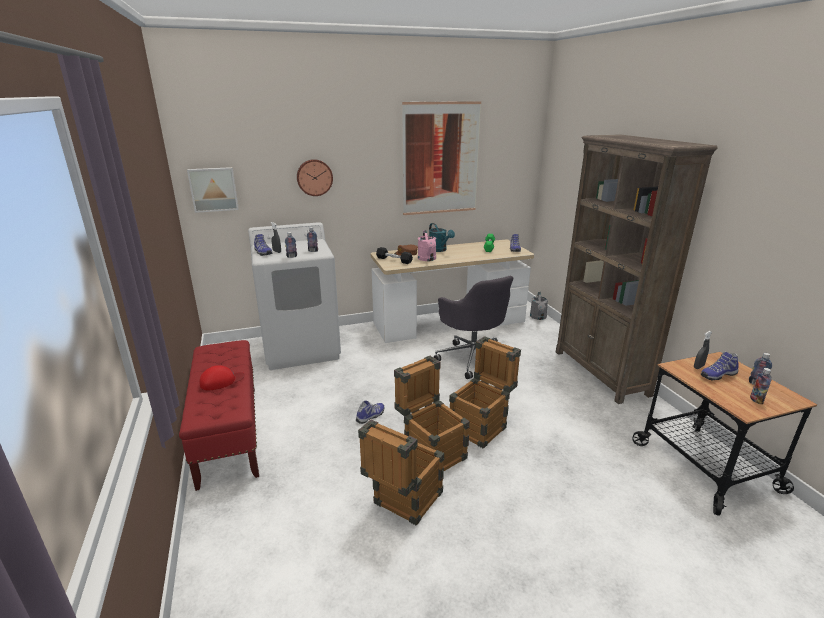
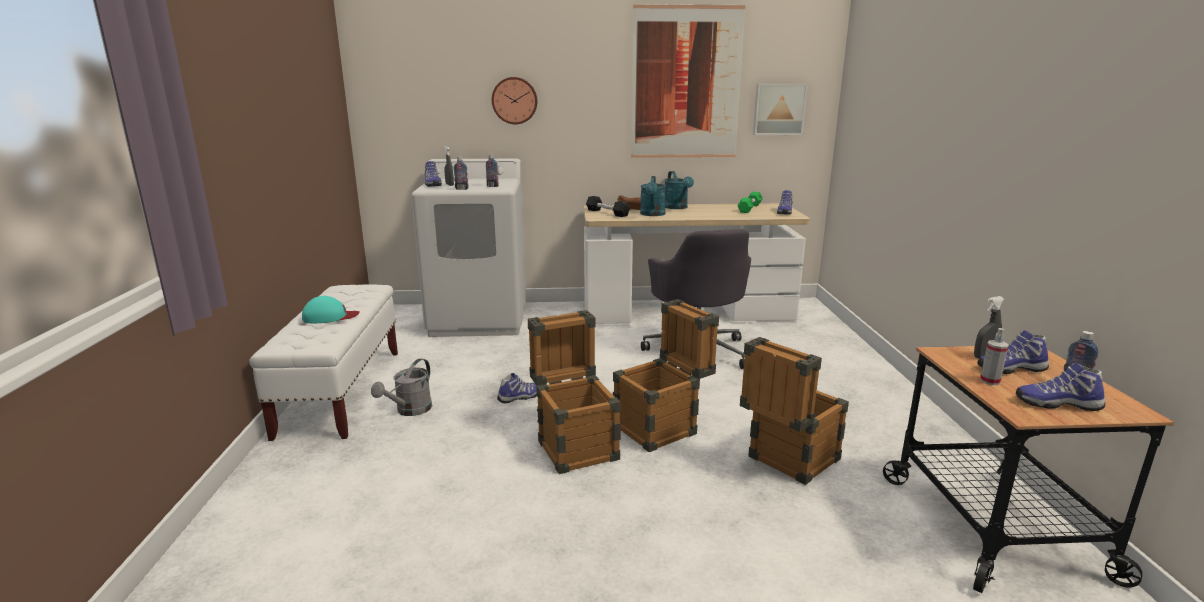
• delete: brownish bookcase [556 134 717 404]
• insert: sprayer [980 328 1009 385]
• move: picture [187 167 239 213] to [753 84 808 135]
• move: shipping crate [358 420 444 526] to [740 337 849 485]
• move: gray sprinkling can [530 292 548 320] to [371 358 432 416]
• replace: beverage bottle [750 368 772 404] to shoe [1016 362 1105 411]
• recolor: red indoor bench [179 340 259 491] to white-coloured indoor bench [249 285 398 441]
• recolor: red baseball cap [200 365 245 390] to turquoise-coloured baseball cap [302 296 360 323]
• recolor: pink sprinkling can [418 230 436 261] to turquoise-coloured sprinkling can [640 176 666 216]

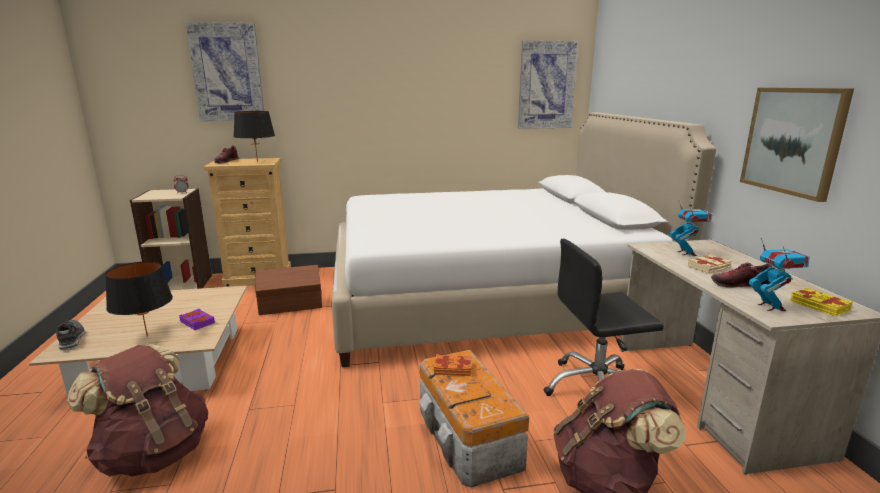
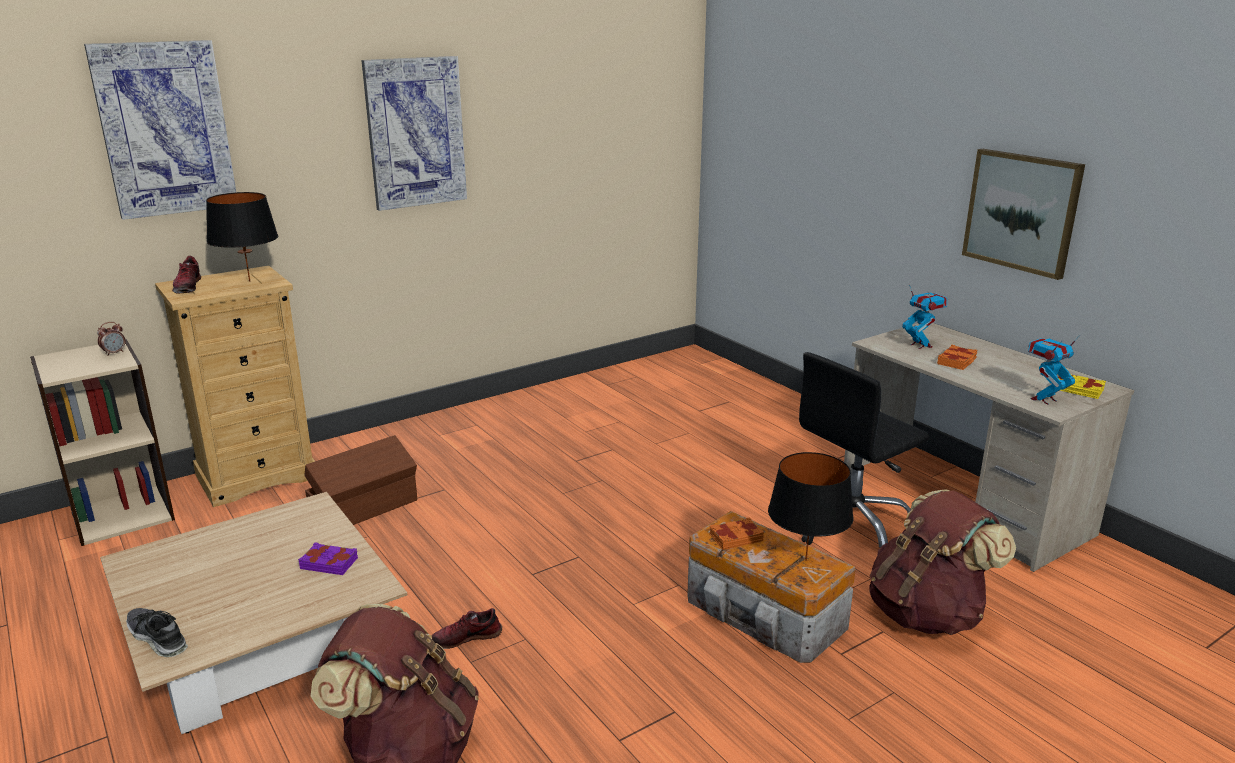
• delete: white-coloured bedroom bed [331 112 716 367]
• move: blackish tabletop lamp [105 261 173 337] to [768 452 854 561]
• move: picture [518 40 578 129] to [361 56 467 211]
• move: shoe [711 263 772 288] to [432 608 502 649]
• recolor: beige-coloured book [688 254 732 274] to orange-coloured book [937 345 977 370]
• rotate: robot figure [749 238 810 311] = [1028 335 1080 405] 90 degrees counterclockwise

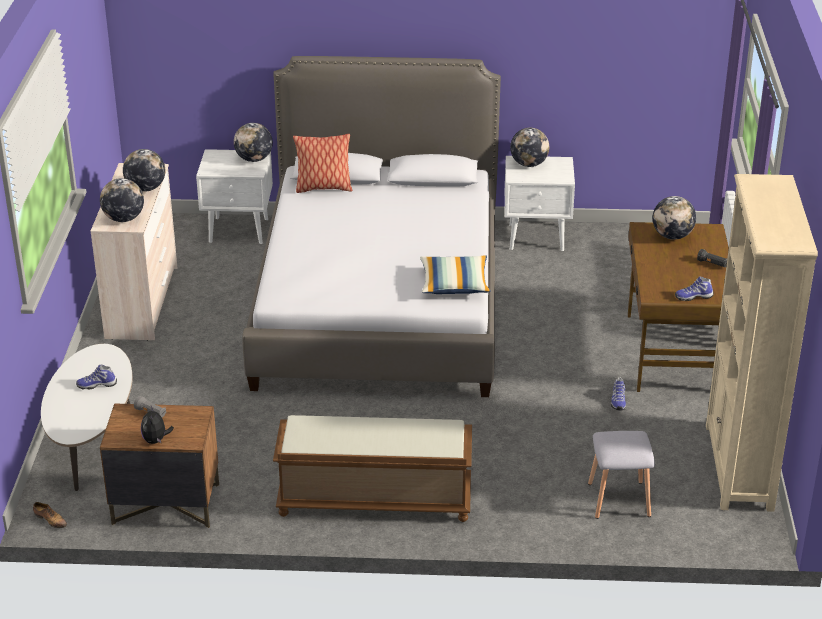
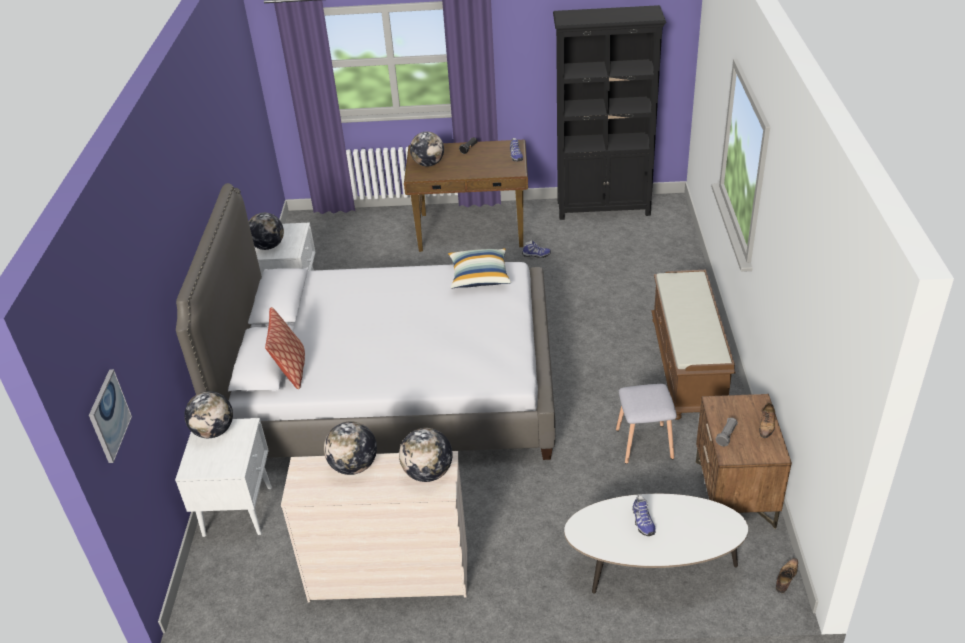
• insert: picture [89 369 132 463]
• move: gray stool seat [588 431 655 519] to [616 384 677 464]
• replace: cuddly toy [141 406 174 444] to shoe [759 403 775 438]
• recolor: beige-coloured bookcase [706 174 818 512] to blackish bookcase [553 5 666 220]

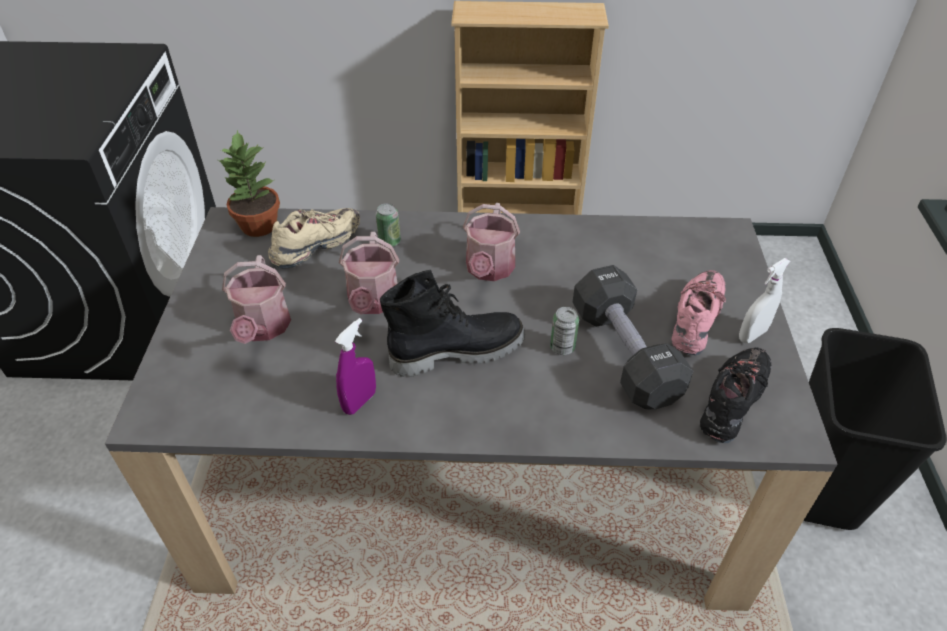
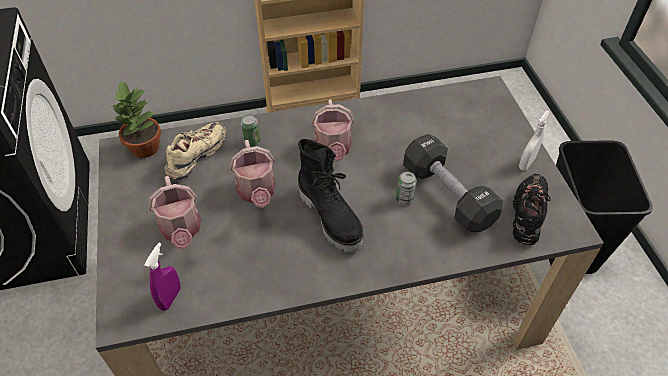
• delete: pink shoe [671 270 726 355]
• move: purple-coloured sprayer [335 318 376 415] to [144 243 181 311]
• rotate: blackish high-top boot [380 270 525 377] = [298 139 364 253] 90 degrees clockwise

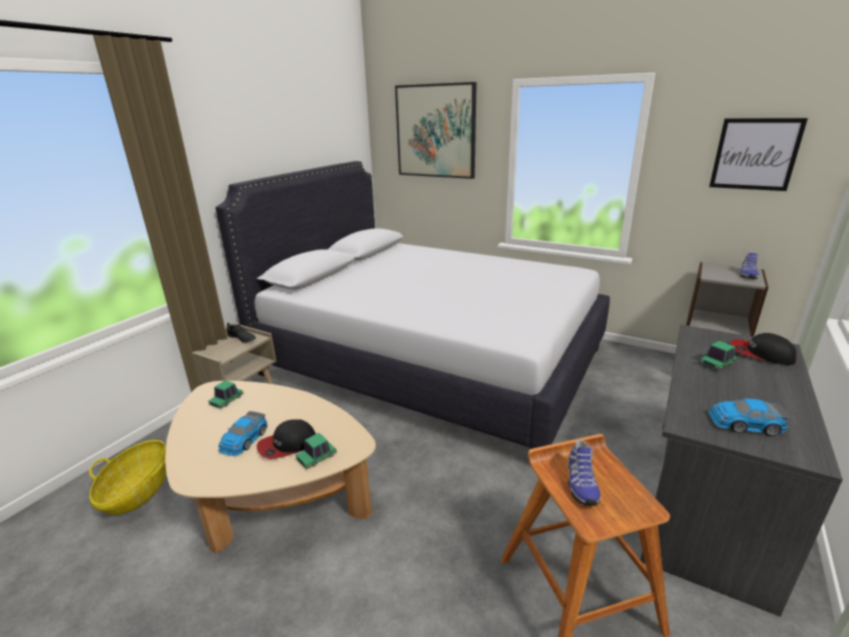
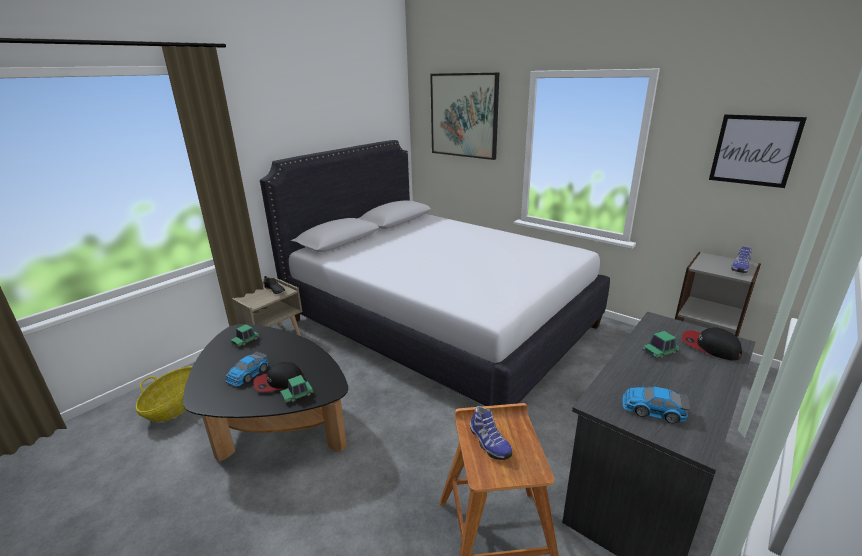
• recolor: beige-coloured lounge table [165 381 376 553] to blackish lounge table [183 324 348 462]
• rotate: shoe [568 439 600 506] = [470 406 512 460] 45 degrees counterclockwise

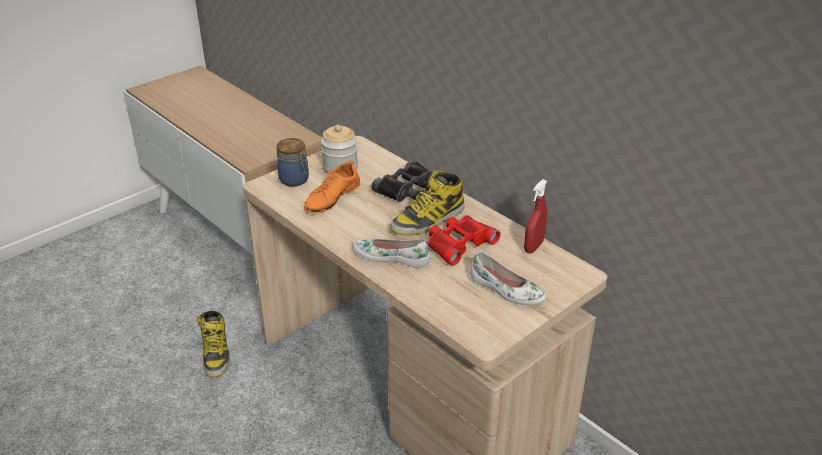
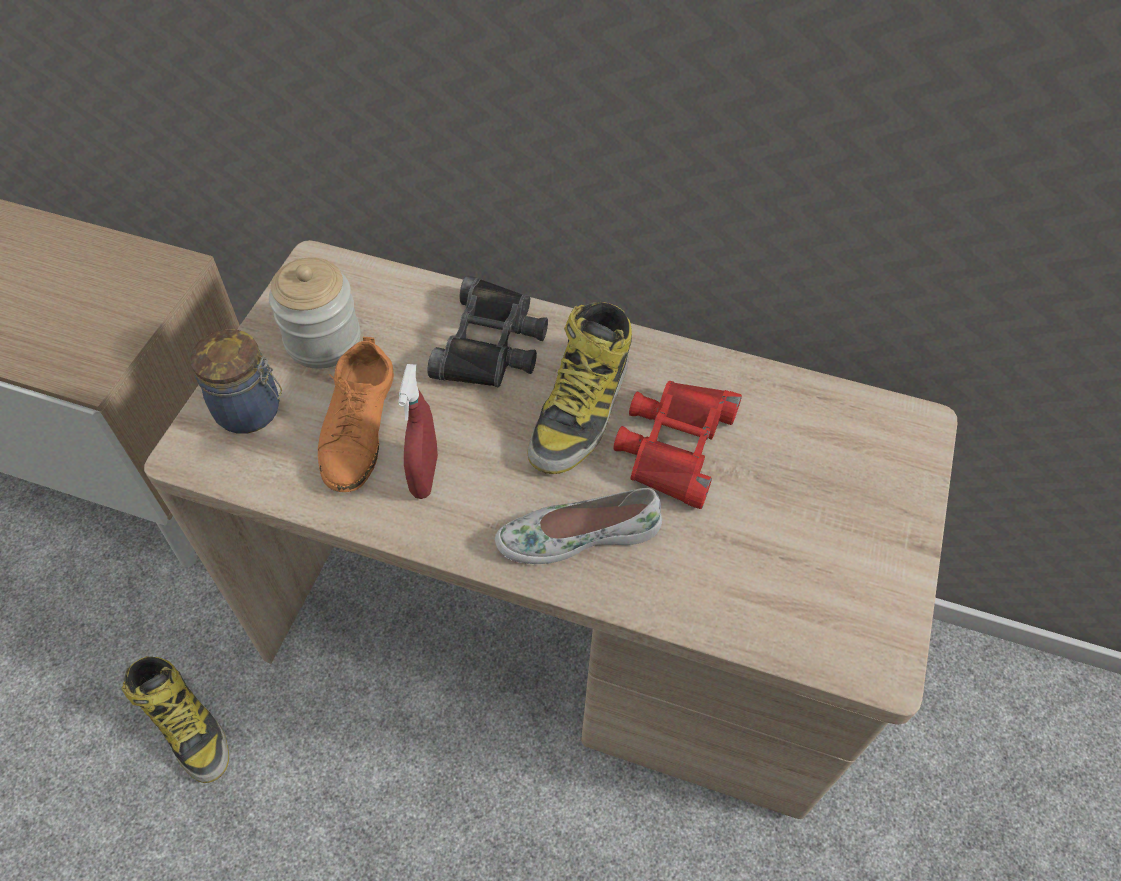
• delete: white-coloured shoe [470 251 547 305]
• move: red sprayer [524 179 547 253] to [398 364 438 499]

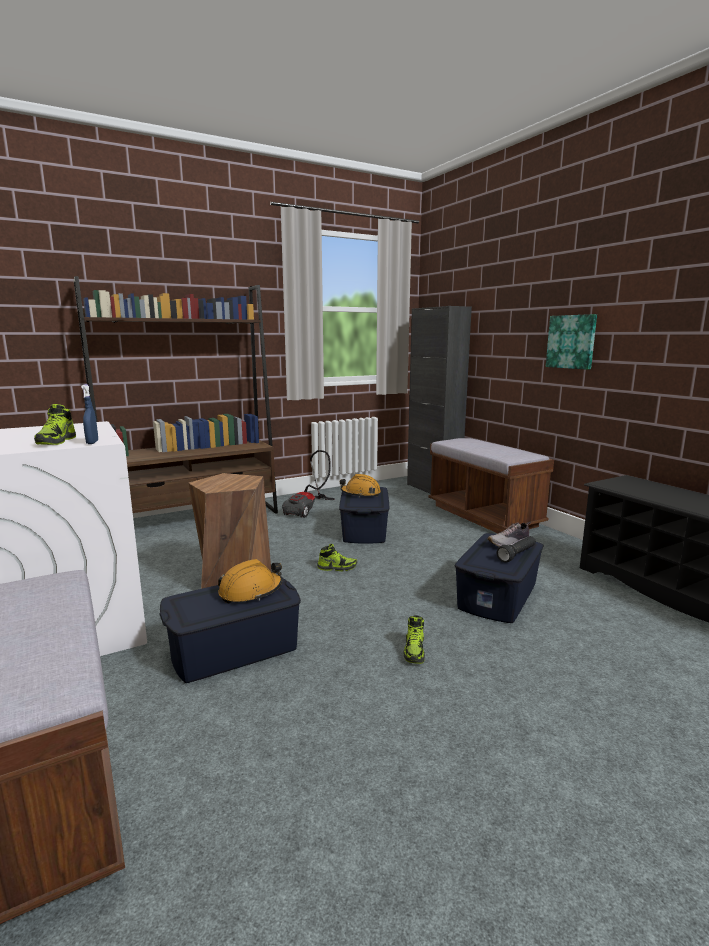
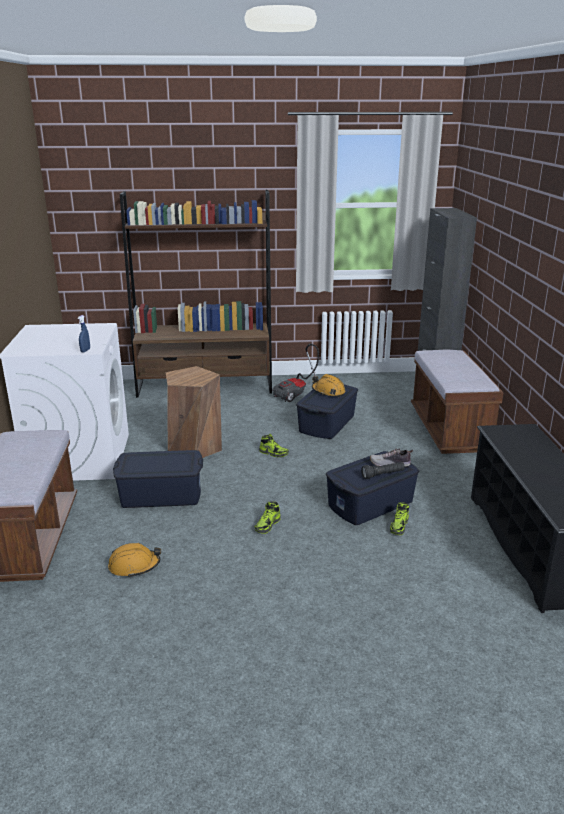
• delete: picture [546 314 597 370]
• move: shoe [34 404 76 445] to [390 502 409 535]
• move: orange-coloured safety helmet [218 559 282 604] to [108 543 161 578]

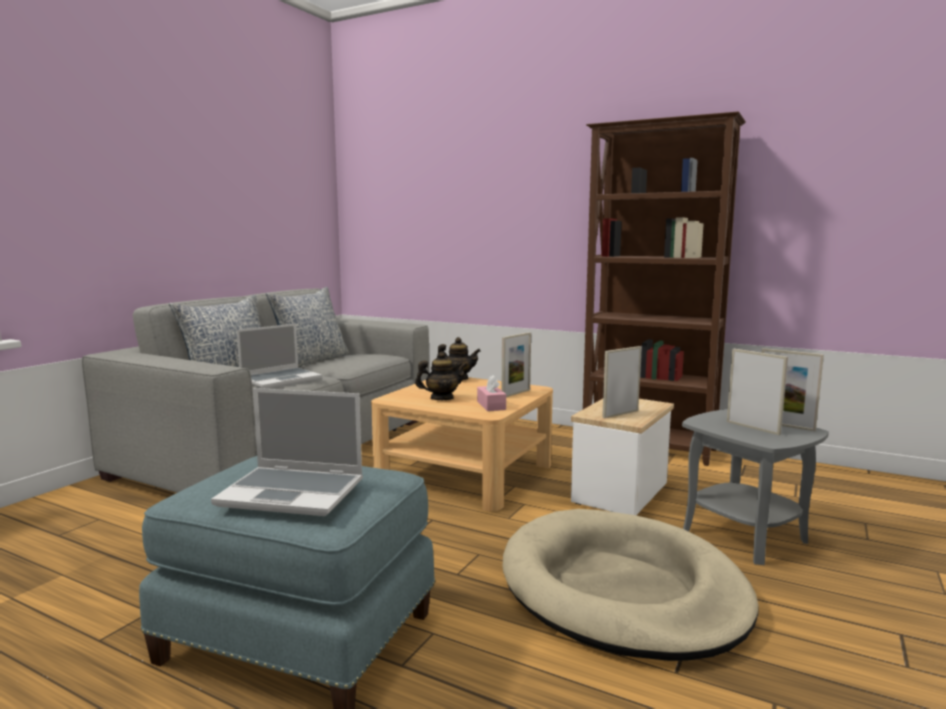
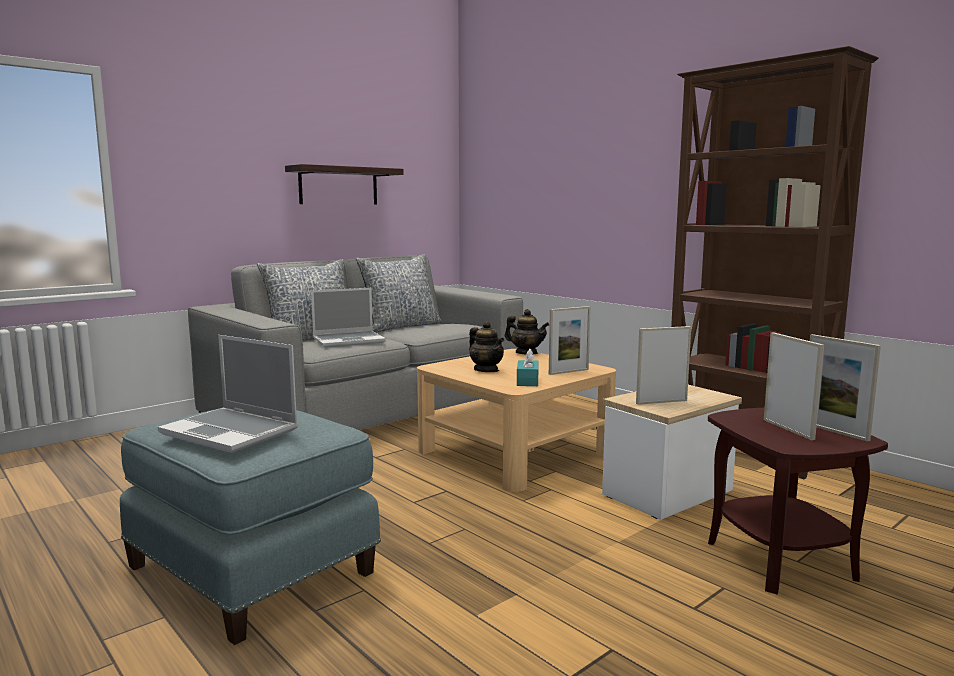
• delete: beige-coloured dog bed [502 509 759 661]
• insert: bracket shelf [285 164 404 205]
• recolor: pink box of tissues [477 375 506 411] to turquoise-coloured box of tissues [517 349 539 386]
• recolor: gray side table [682 409 829 565] to brownish side table [708 408 888 594]
• rotate: tea pot [415 352 467 400] = [469 321 504 372] 45 degrees clockwise

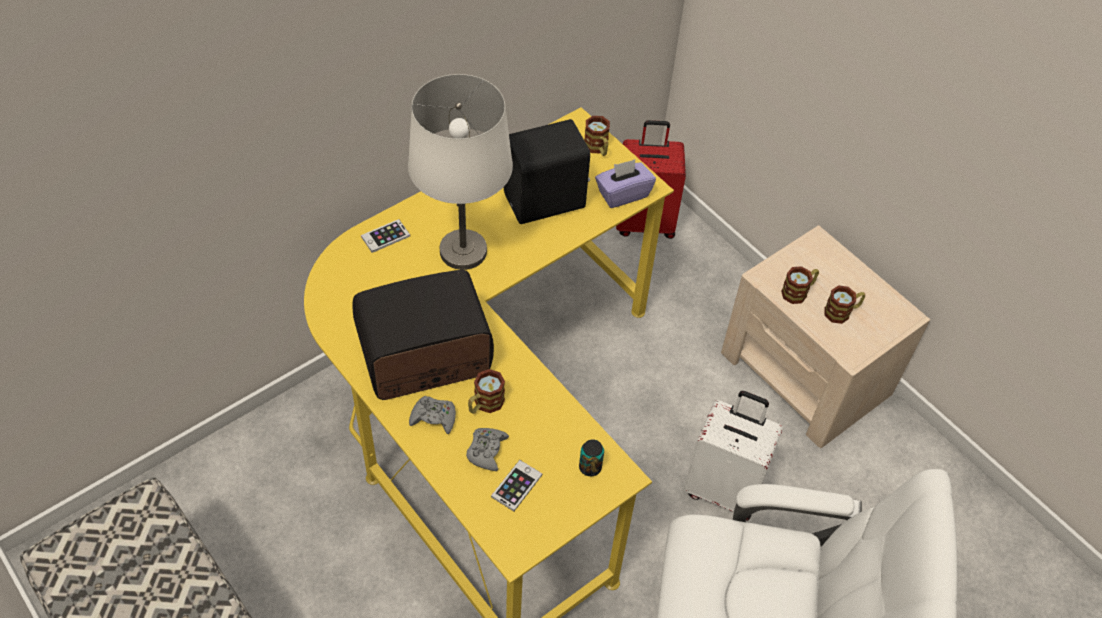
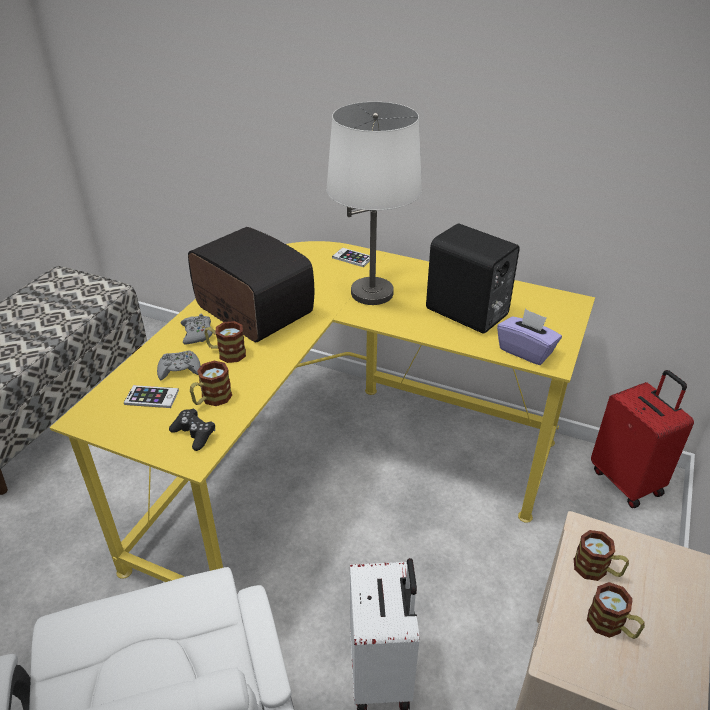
• move: coffee mug [584 116 610 156] to [190 361 232 406]
• replace: can [579 439 604 476] to blackish game controller [169 409 215 451]

